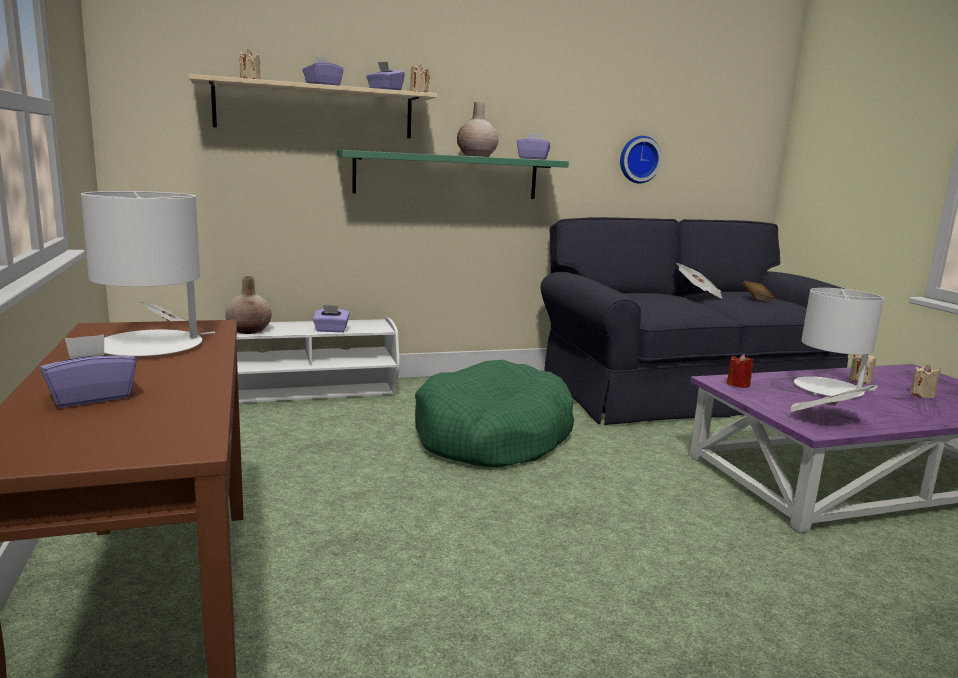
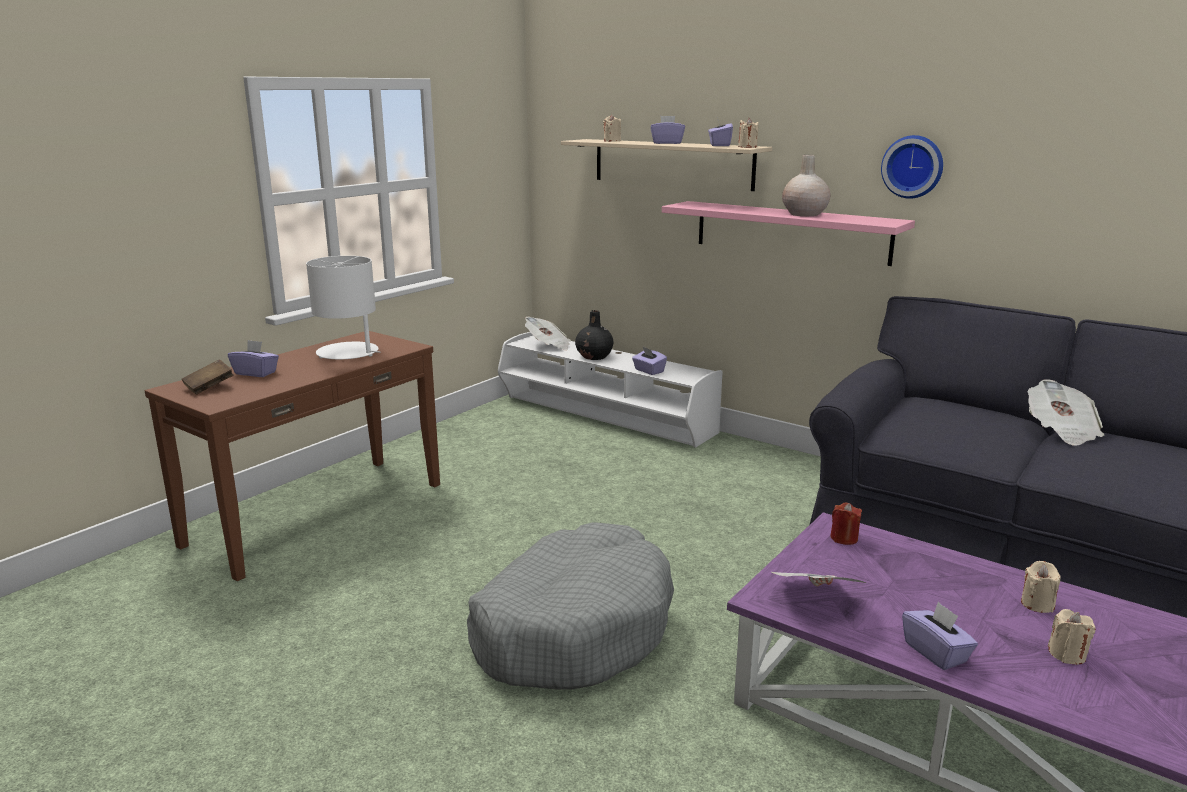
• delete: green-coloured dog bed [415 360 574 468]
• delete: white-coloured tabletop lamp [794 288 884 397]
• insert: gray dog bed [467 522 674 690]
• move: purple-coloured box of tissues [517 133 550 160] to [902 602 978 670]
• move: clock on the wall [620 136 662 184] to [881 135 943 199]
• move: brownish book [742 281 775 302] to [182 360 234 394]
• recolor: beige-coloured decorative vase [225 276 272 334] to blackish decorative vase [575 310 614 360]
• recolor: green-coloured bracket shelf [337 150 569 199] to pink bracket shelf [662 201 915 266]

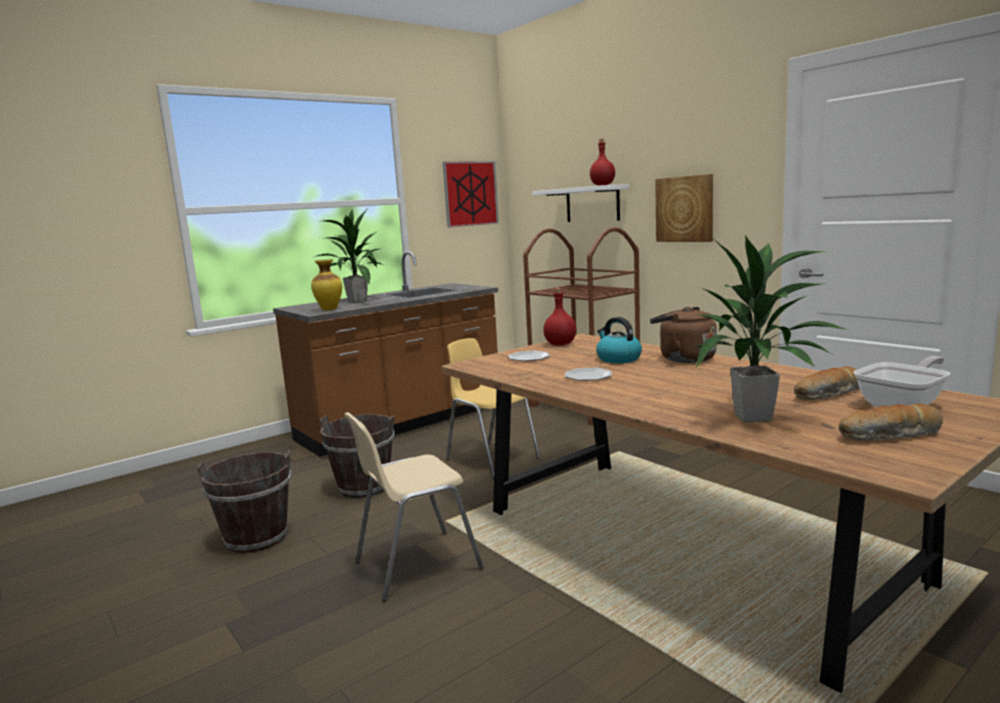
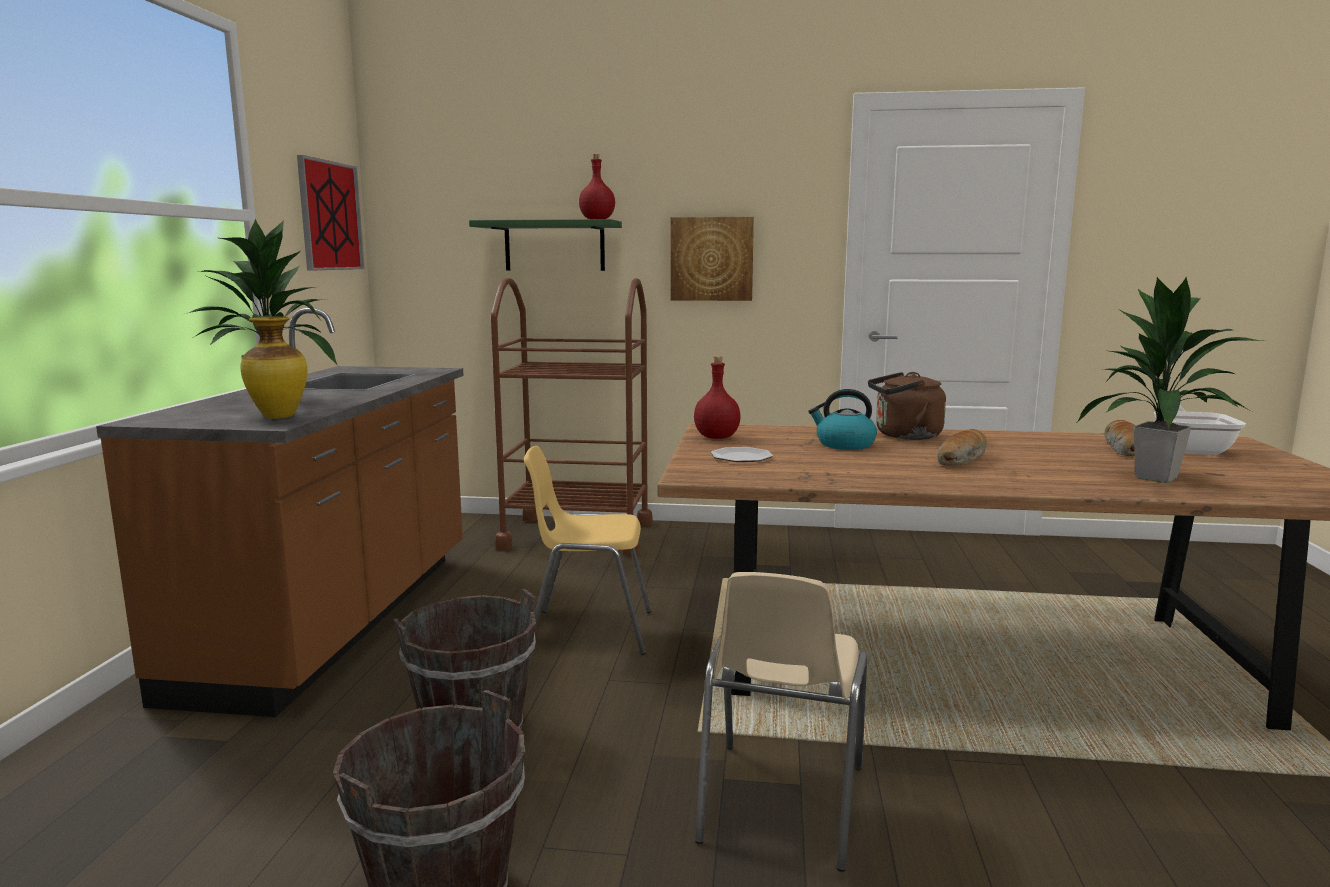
• delete: dinner plate [565 368 612 381]
• move: bakery bread [839 404 943 441] to [937 429 987 466]
• recolor: white-coloured bracket shelf [532 184 629 222] to green-coloured bracket shelf [469 219 622 271]

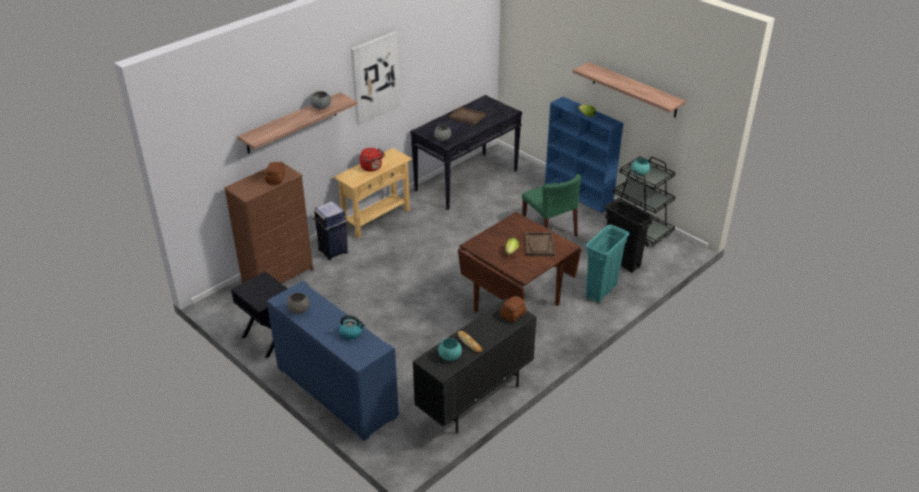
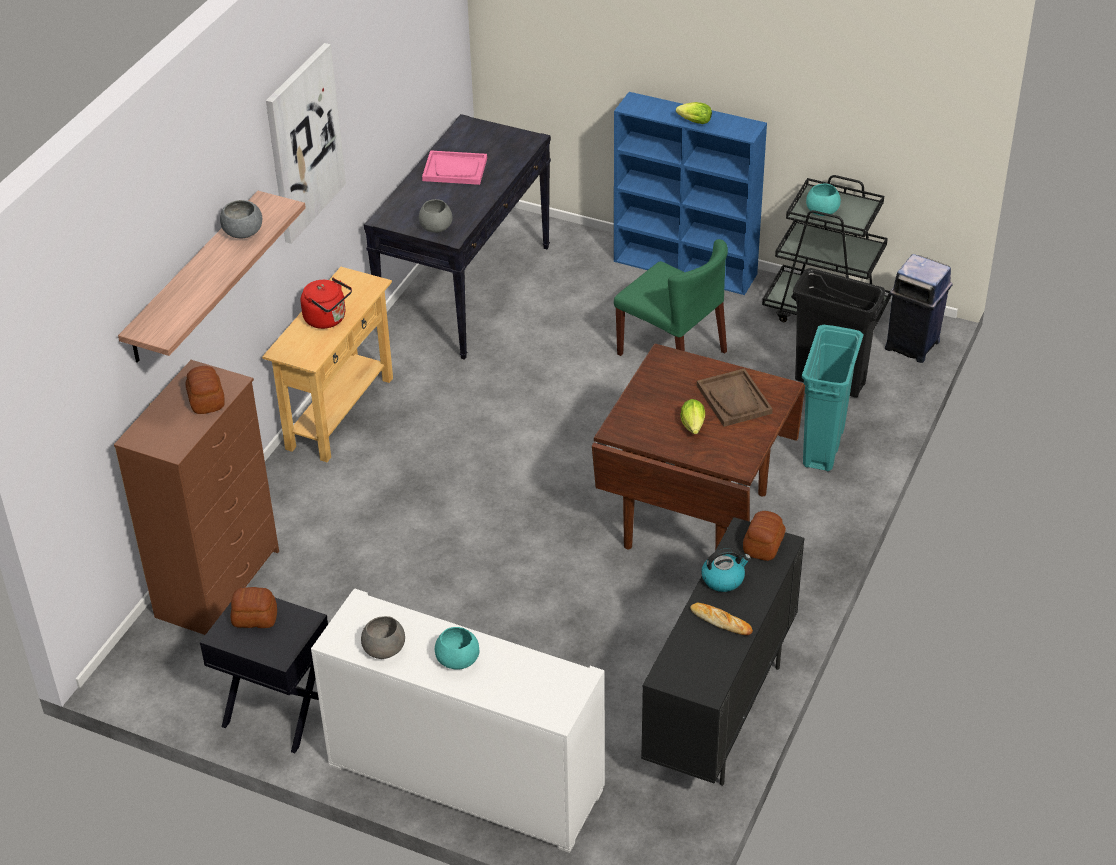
• delete: bracket shelf [573 62 686 118]
• insert: bakery bread [231 587 277 628]
• move: blue trash can [313 201 349 260] to [885 254 952 363]
• move: tea kettle [339 315 366 339] to [701 548 751 592]
• move: turquoise-coloured bowl [438 338 462 361] to [435 627 480 670]
• recolor: blue cabinet [267 281 399 441] to white-coloured cabinet [311 588 605 853]
• recolor: brownish serving tray [449 106 486 125] to pink serving tray [422 150 487 185]

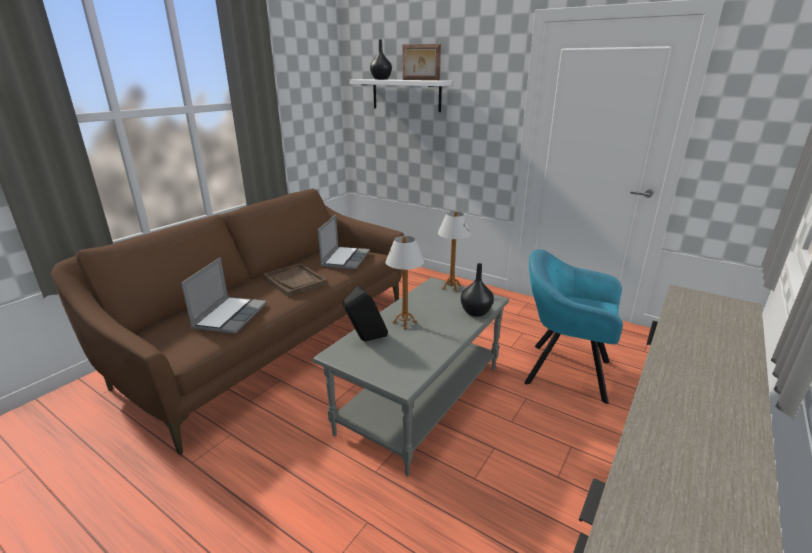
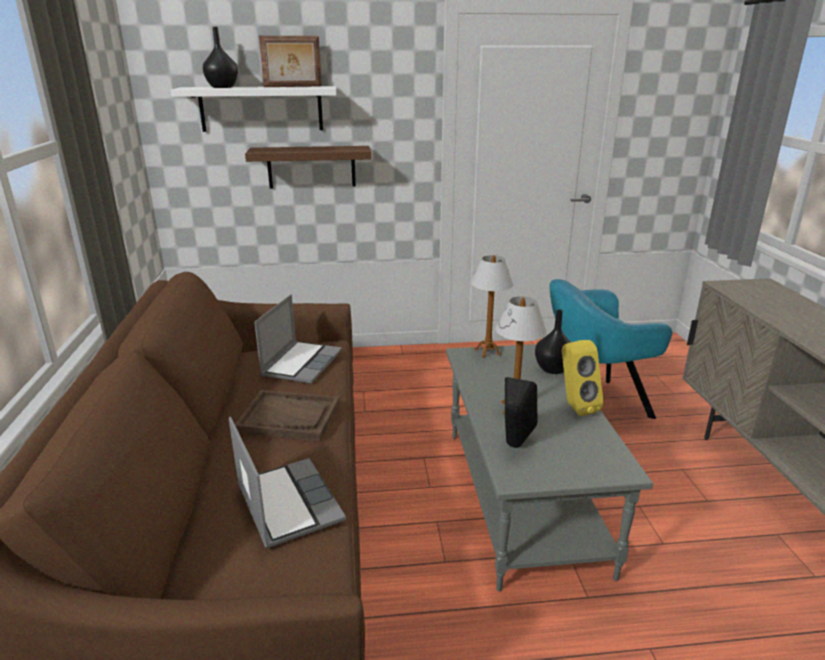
• insert: brownish bracket shelf [245 146 371 188]
• insert: yellowish speaker [562 340 604 416]
• rotate: portable computer [318 215 370 270] = [254 294 342 384] 45 degrees clockwise

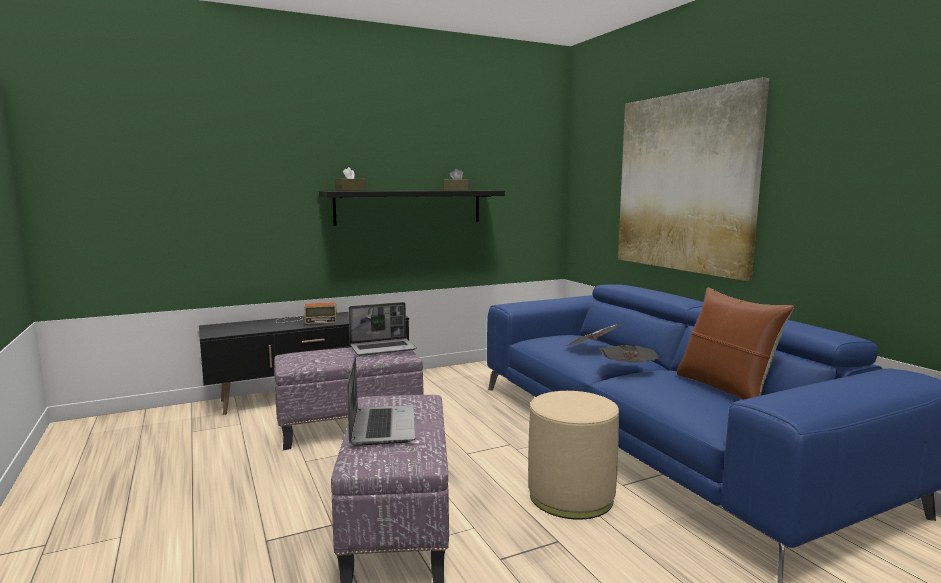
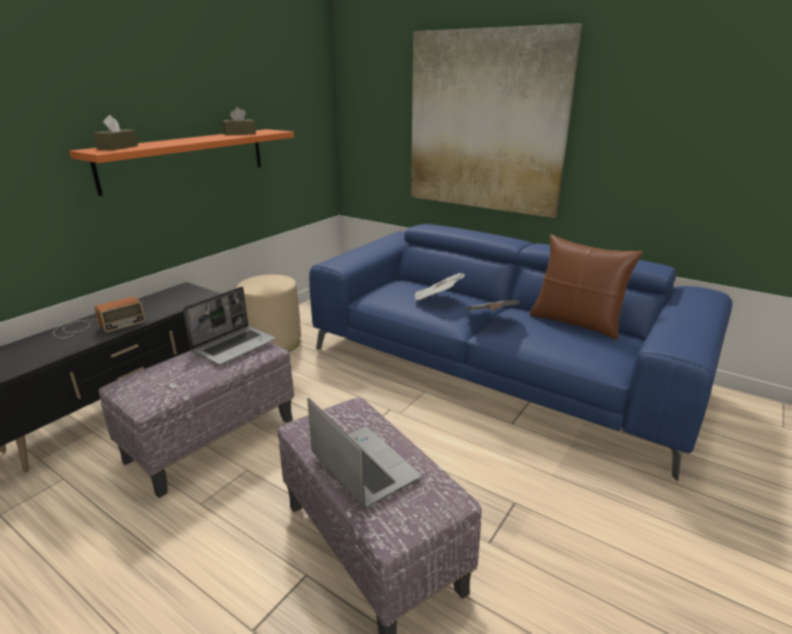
• move: beige-coloured footrest [528 391 619 520] to [237 274 301 352]
• recolor: blackish bracket shelf [319 191 505 226] to orange-coloured bracket shelf [69 129 294 196]

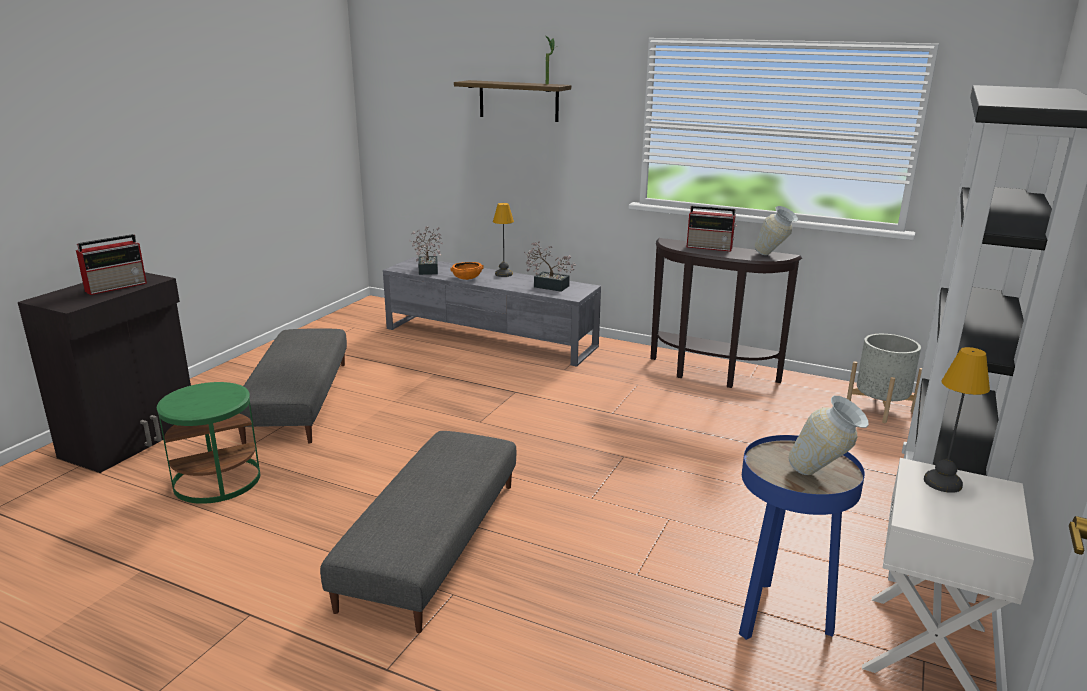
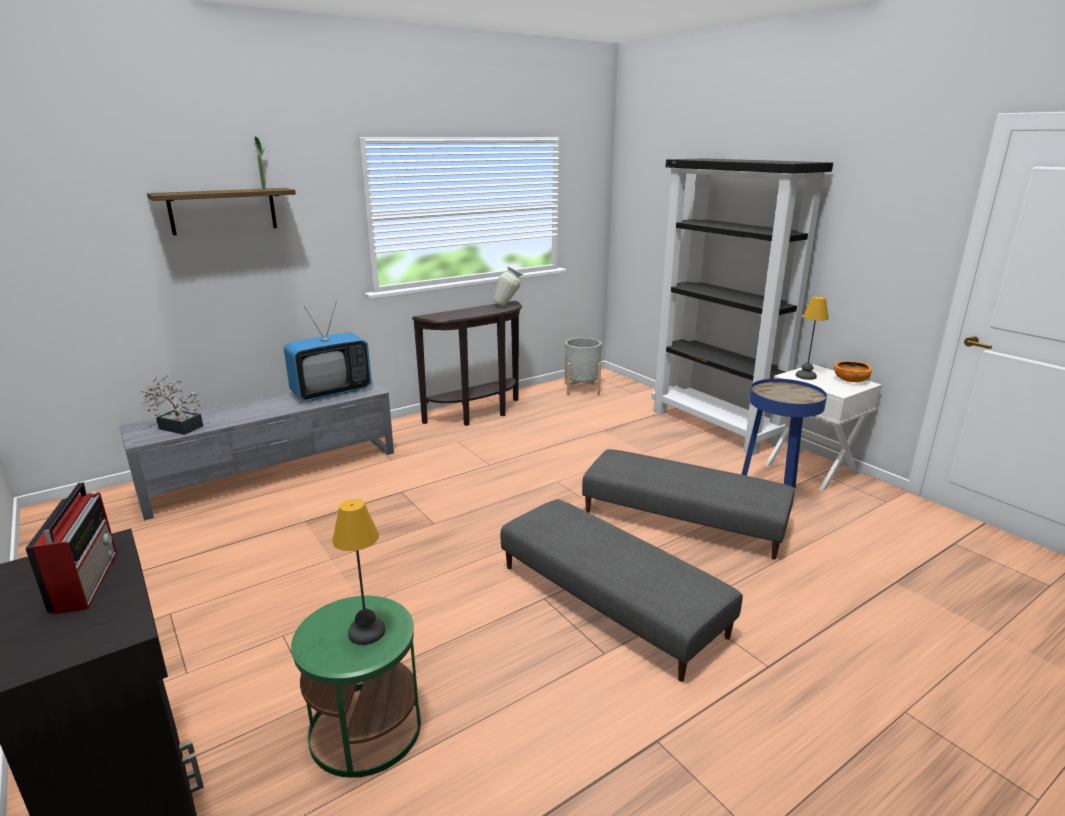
• delete: radio set [687 206 737 251]
• delete: decorative vase [789 396 869 475]
• move: gray footrest [238 328 347 444] to [582 449 795 559]
• move: orange-coloured bowl [450 262 484 280] to [833 361 872 382]
• move: tabletop lamp [493 203 514 277] to [332 499 385 645]
• replace: houseplant [524 241 576 292] to TV [284 303 372 401]

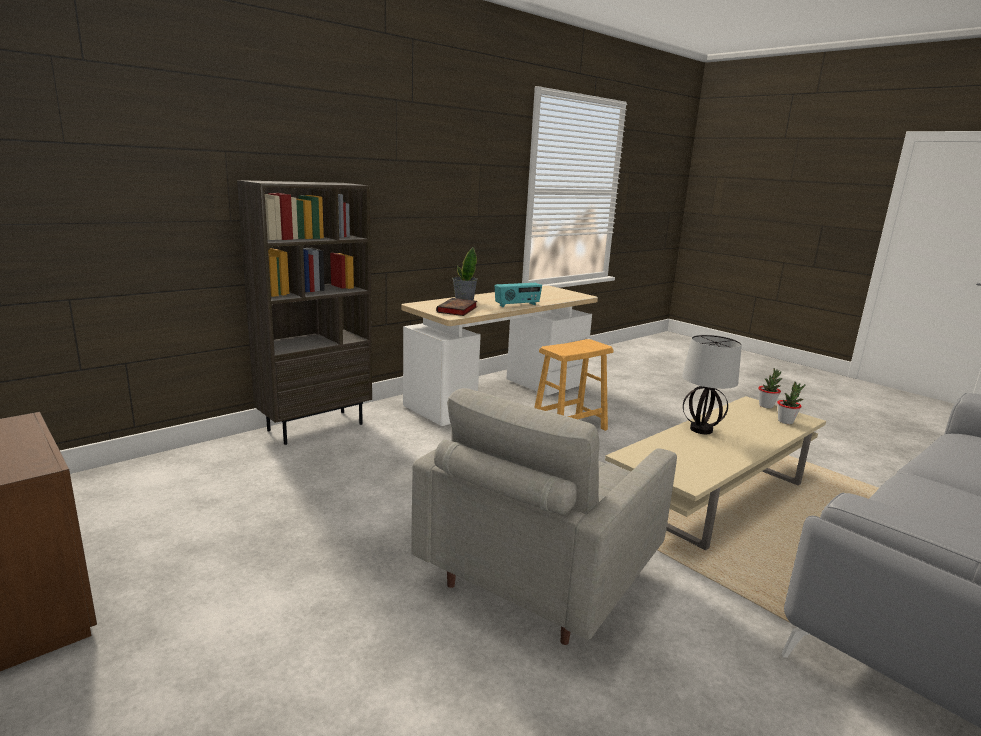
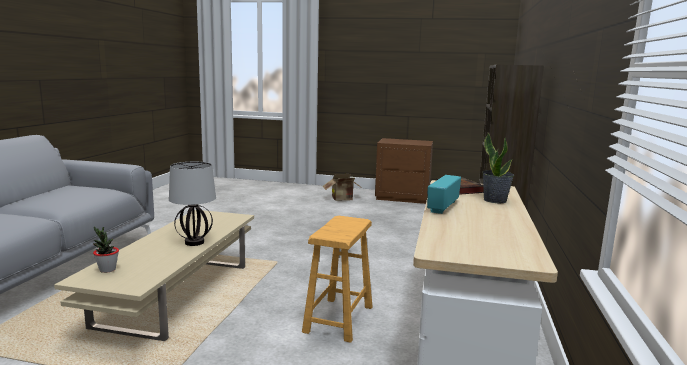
• delete: gray lounge chair [411 388 677 645]
• delete: houseplant [758 368 782 408]
• insert: cardboard box [323 174 363 201]

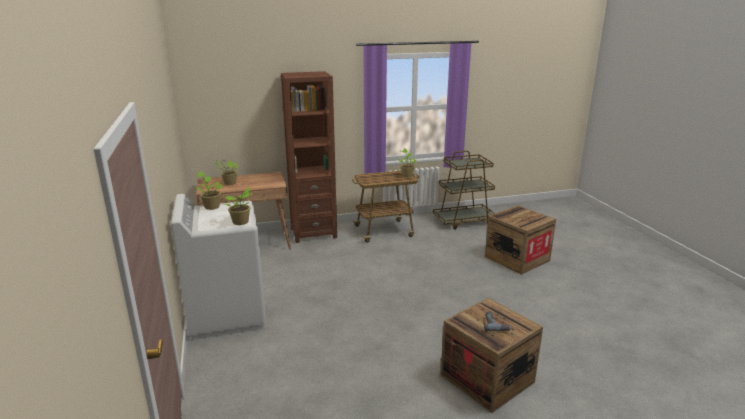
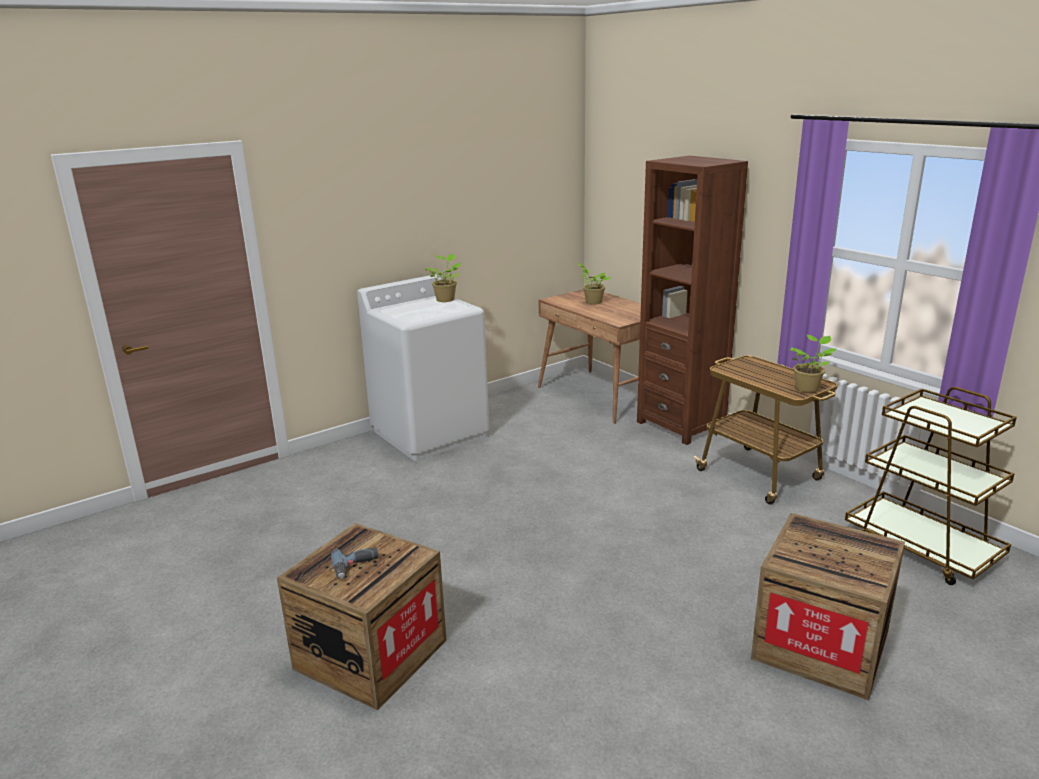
• delete: houseplant [225 188 253 225]

